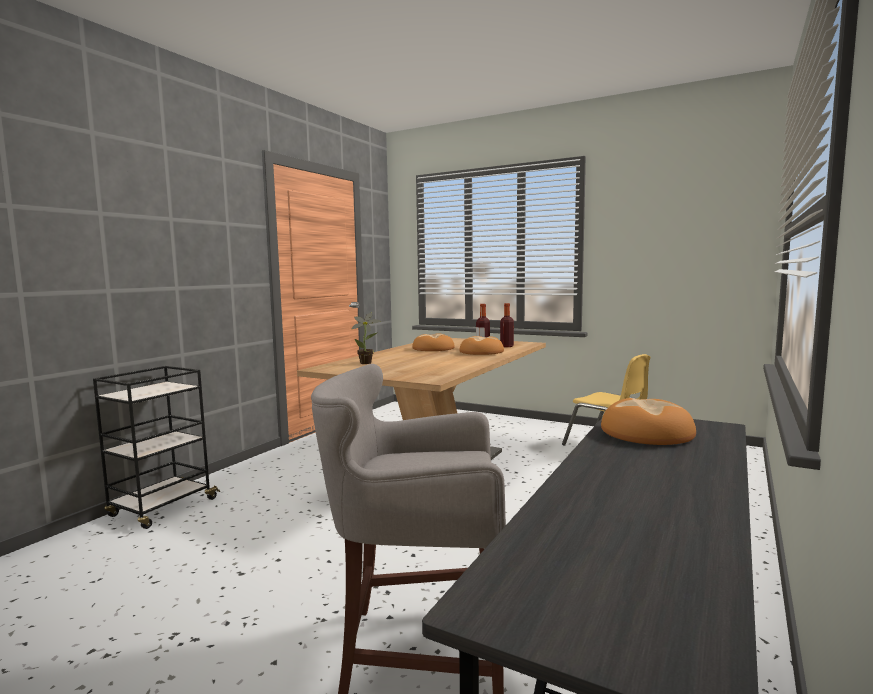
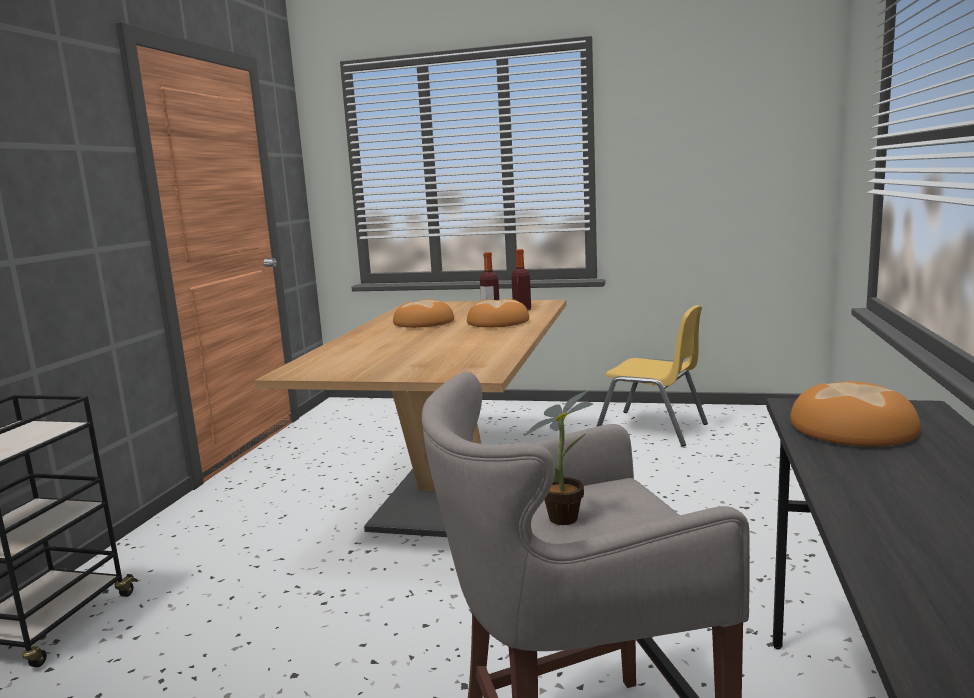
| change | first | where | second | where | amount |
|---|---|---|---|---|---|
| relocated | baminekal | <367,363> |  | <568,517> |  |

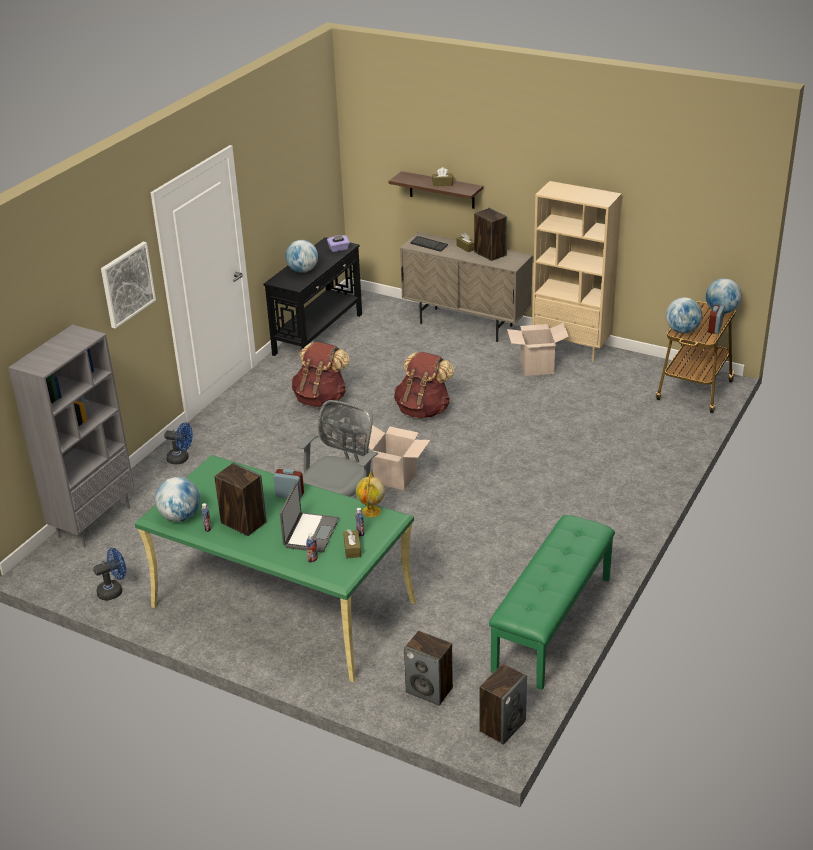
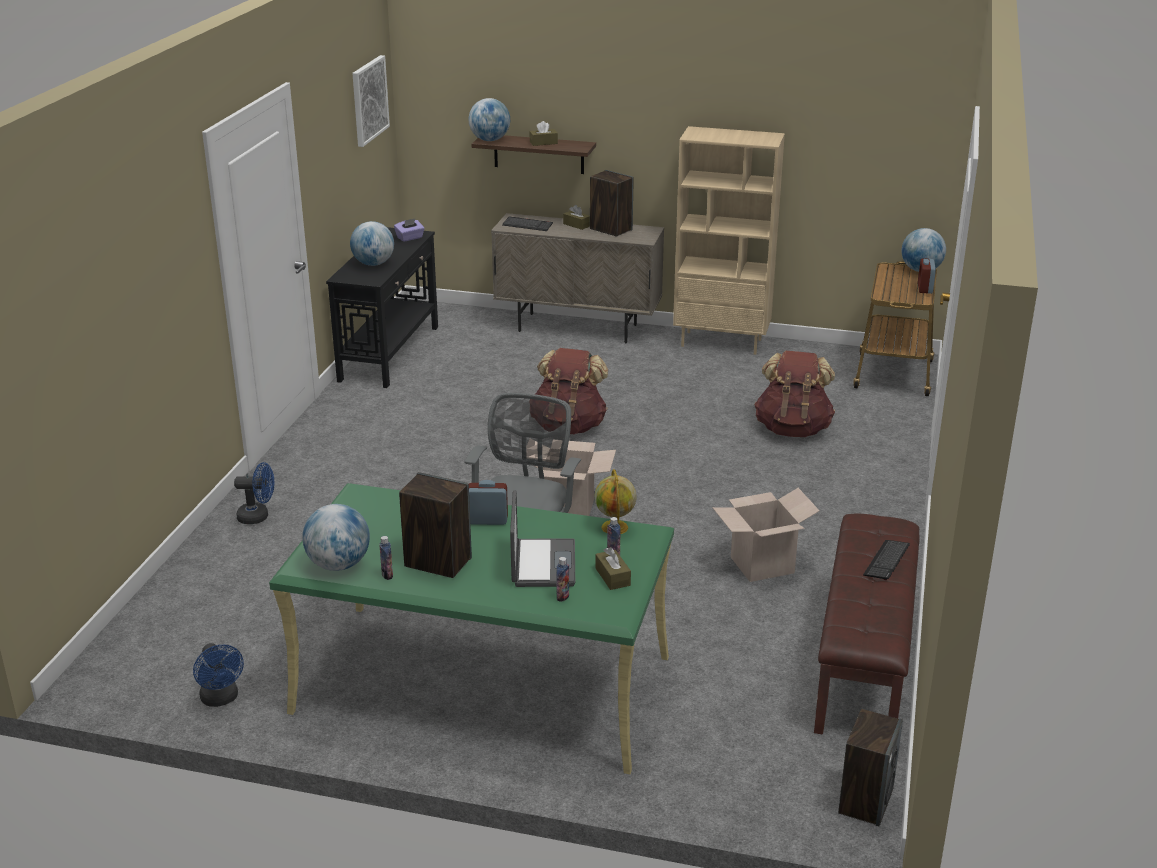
| change | first | where | second | where | amount |
|---|---|---|---|---|---|
| spun | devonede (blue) | <114,590> |  | <221,699> | 105 degrees clockwise |
| relocated | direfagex | <127,284> |  | <369,100> |  |
| relocated | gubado | <682,331> |  | <490,140> |  |
| relocated | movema | <536,367> |  | <762,565> |  |
| relocated | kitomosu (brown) | <321,399> |  | <793,429> |  |
| colour | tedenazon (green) | <553,624> | tedenazon (brown) | <865,660> |  |
| appeared |  |  | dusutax | <886,561> |  |
| missing | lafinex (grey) | <94,521> |  |  |  |
| missing | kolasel | <430,690> |  |  |  |

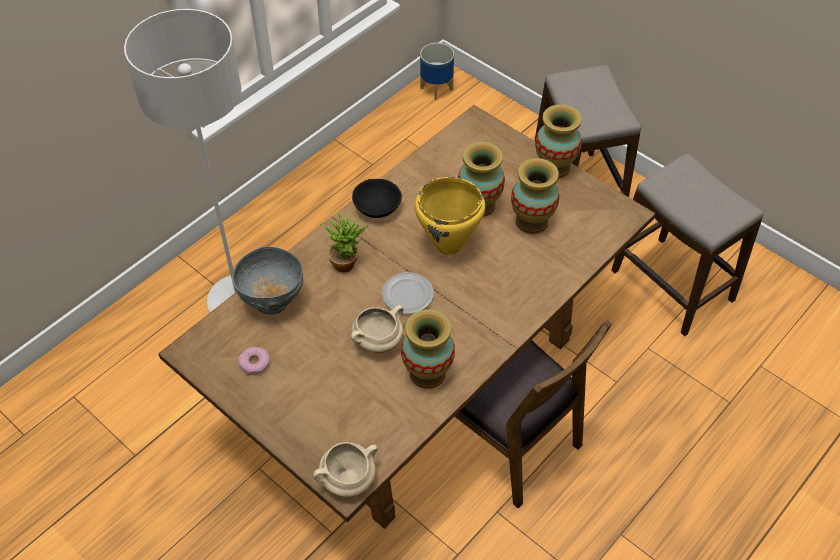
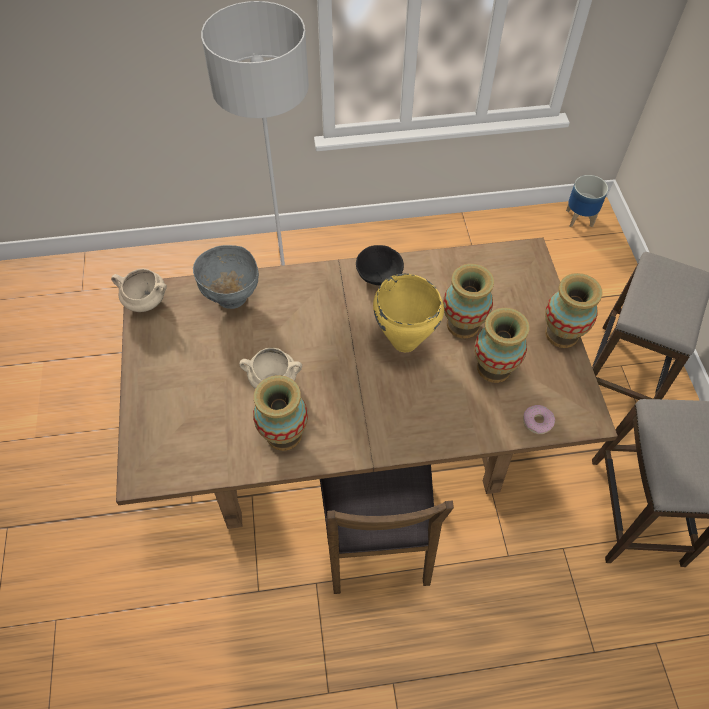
| change | first | where | second | where | amount |
|---|---|---|---|---|---|
| relocated | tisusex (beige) | <347,480> |  | <145,302> |  |
| relocated | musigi | <254,363> |  | <537,422> |  |
| missing | baminekal | <347,262> |  |  |  |
| missing | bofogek | <407,294> |  |  |  |

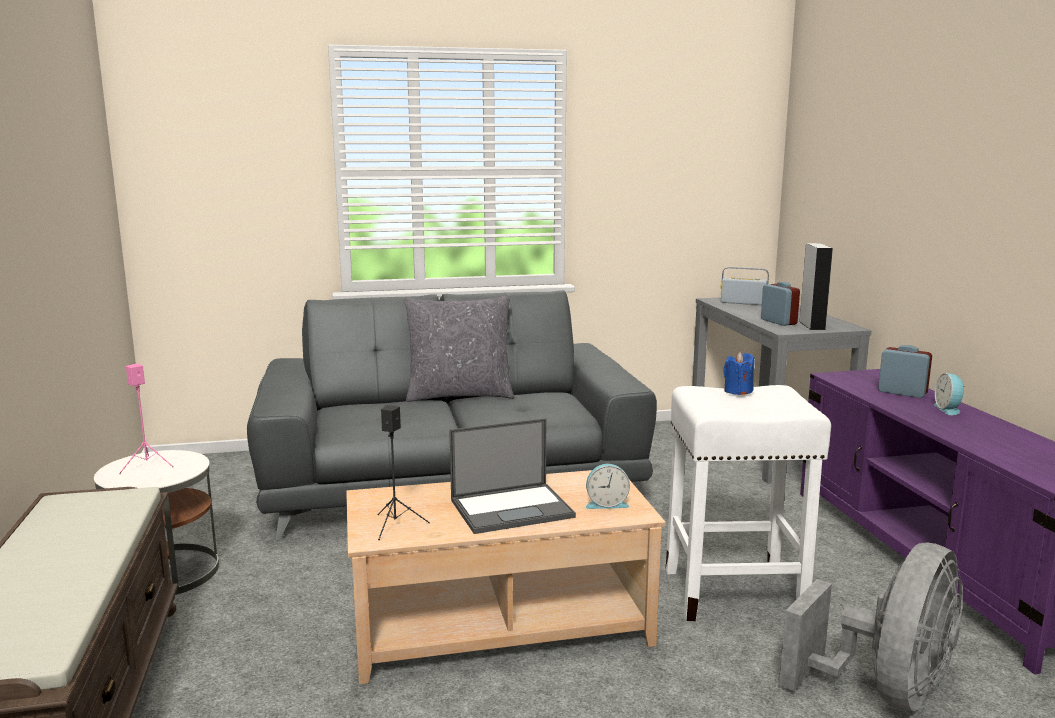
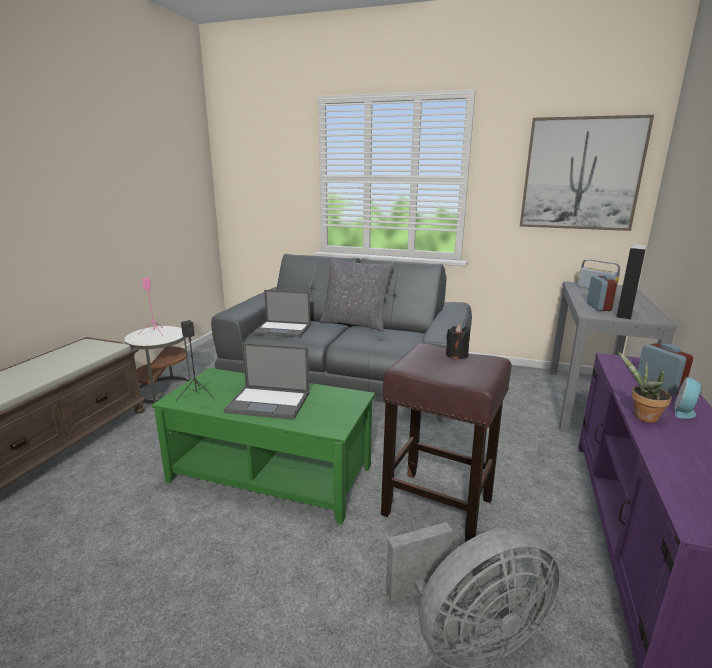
| change | first | where | second | where | amount |
|---|---|---|---|---|---|
| colour | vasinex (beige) | <500,623> | vasinex (green) | <272,472> |  |
| appeared |  |  | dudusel | <283,329> |  |
| colour | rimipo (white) | <736,593> | rimipo (brown) | <439,507> |  |
| colour | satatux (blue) | <738,391> | satatux (black) | <456,355> |  |
| appeared |  |  | direfagex | <581,174> |  |
| appeared |  |  | baminekal | <642,417> |  |
| missing | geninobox | <606,504> |  |  |  |

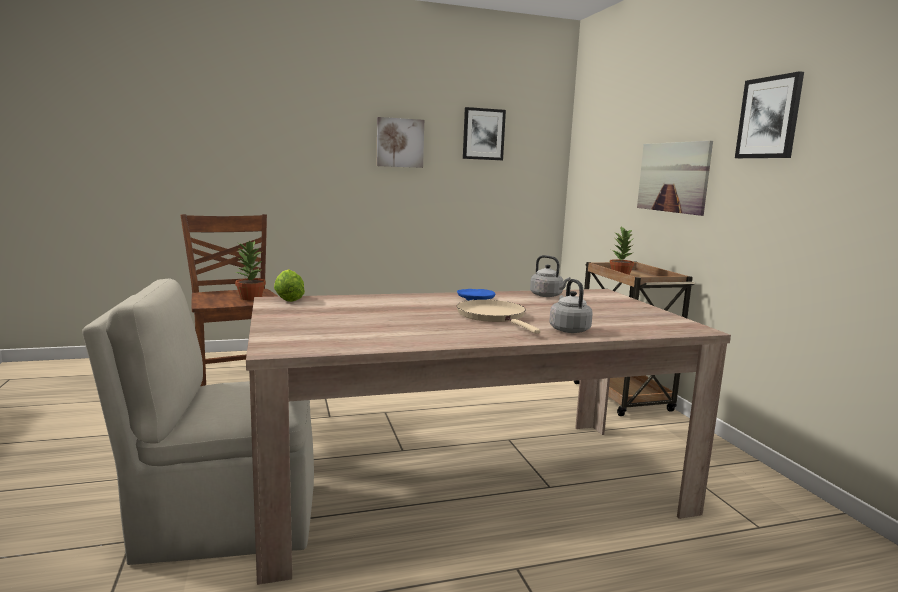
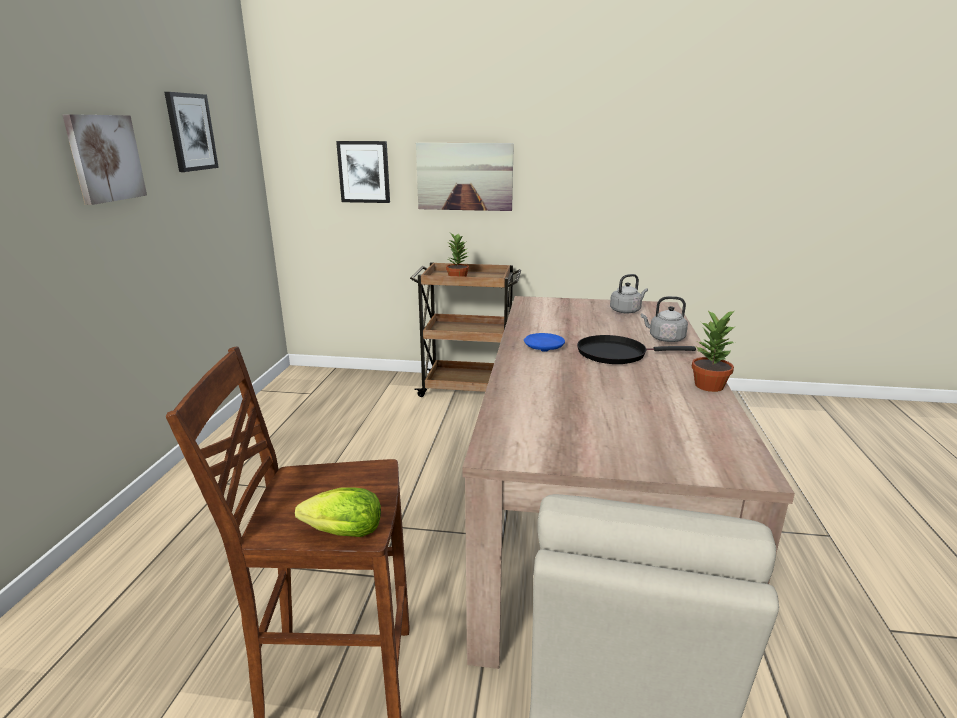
| change | first | where | second | where | amount |
|---|---|---|---|---|---|
| relocated | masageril | <288,299> |  | <339,533> |  |
| relocated | direfagex | <769,118> |  | <364,172> |  |
| colour | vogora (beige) | <493,316> | vogora (black) | <616,354> |  |
| relocated | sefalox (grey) | <547,295> |  | <626,311> |  |
| relocated | baminekal | <250,298> |  | <709,386> |  |

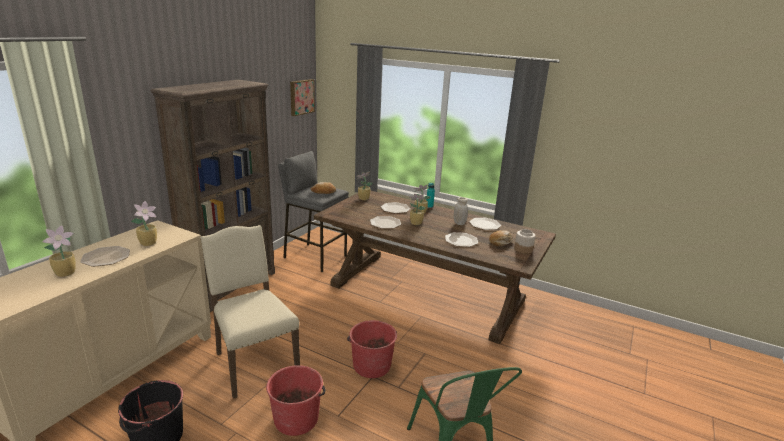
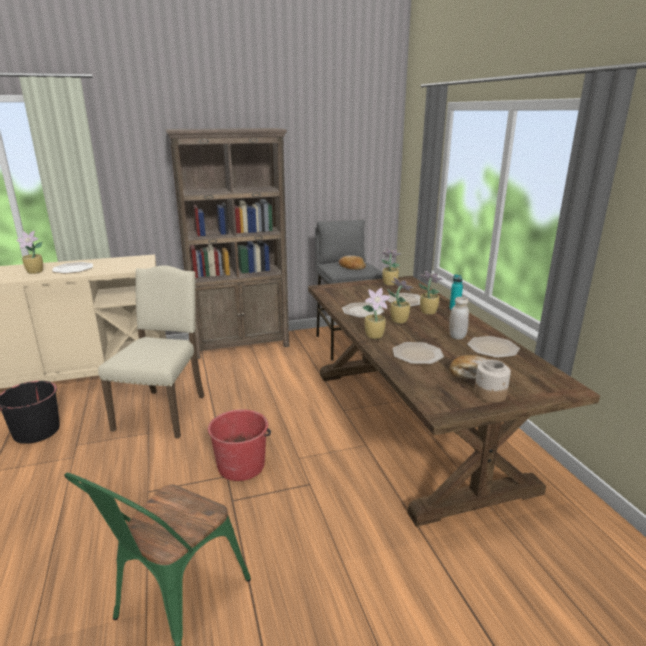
| change | first | where | second | where | amount |
|---|---|---|---|---|---|
| relocated | baminekal | <149,243> |  | <375,336> |  |
| missing | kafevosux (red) | <296,418> |  |  |  |
| missing | direfagex | <301,97> |  |  |  |

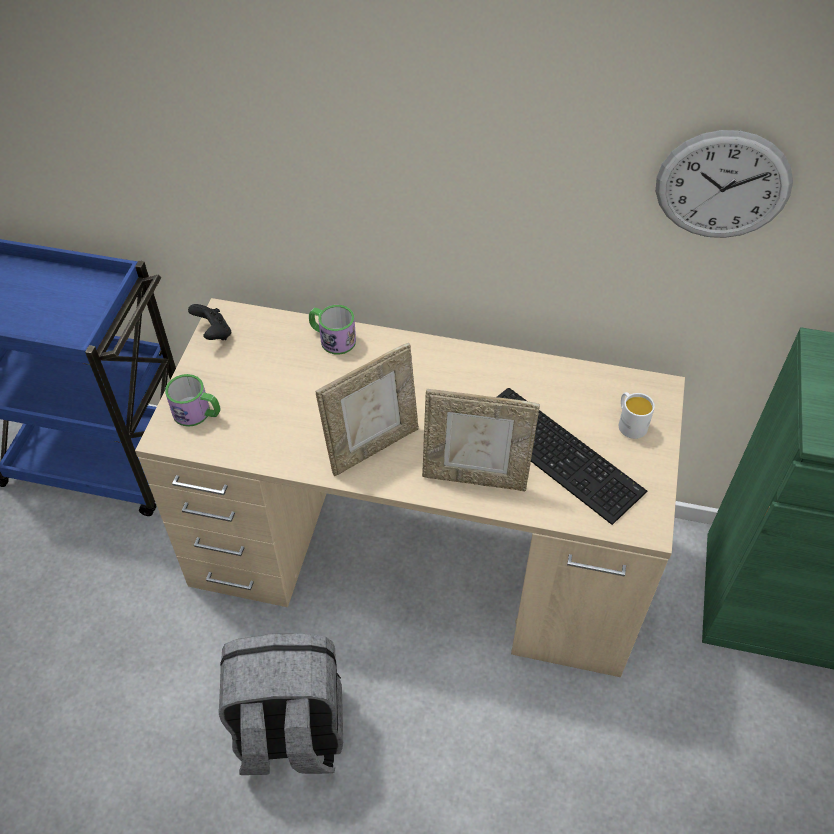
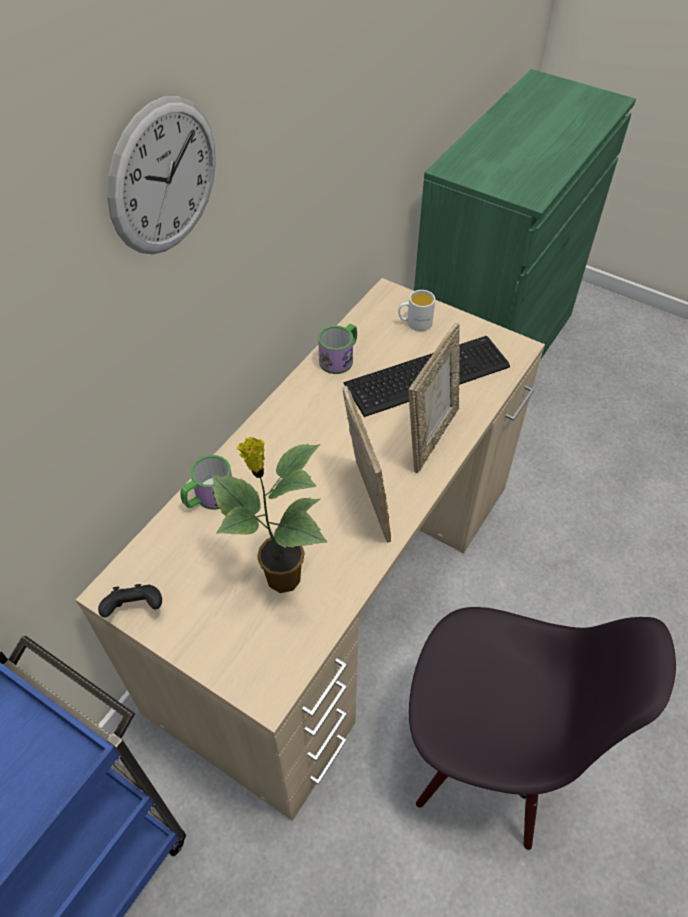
| change | first | where | second | where | amount |
|---|---|---|---|---|---|
| relocated | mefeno | <722,186> |  | <164,178> |  |
| appeared |  |  | baminekal | <280,578> |  |
| relocated | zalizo | <197,413> |  | <340,358> |  |
| exchanged | kitomosu (grey) | <289,733> | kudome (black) | <487,756> |  |

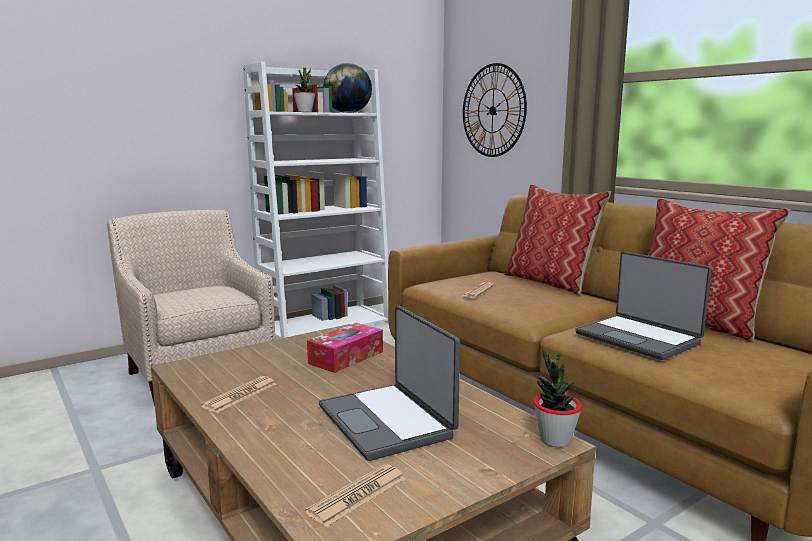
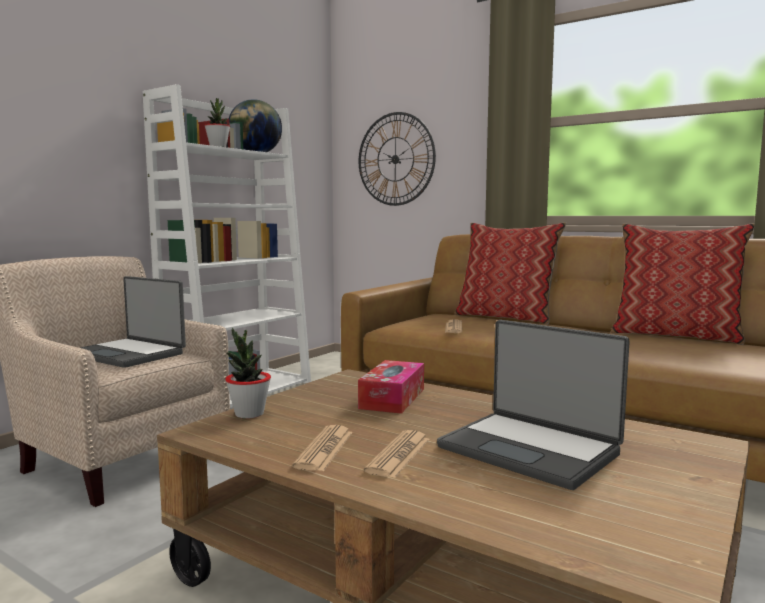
| change | first | where | second | where | amount |
|---|---|---|---|---|---|
| relocated | dudusel | <639,338> |  | <129,354> |  |
| relocated | baminekal | <555,440> |  | <249,414> |  |
| relocated | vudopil | <357,495> |  | <399,455> |  |

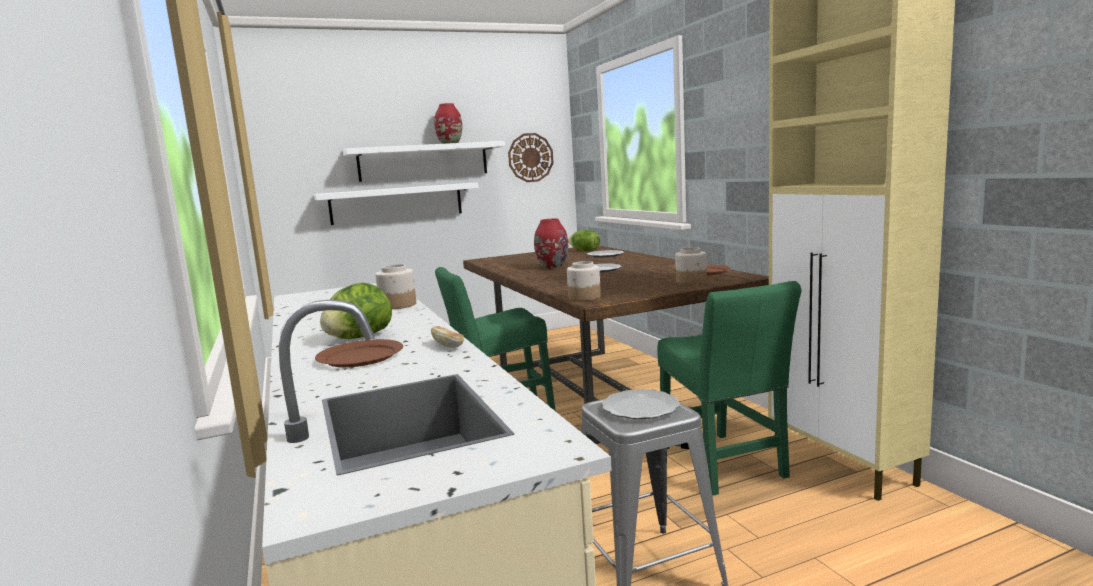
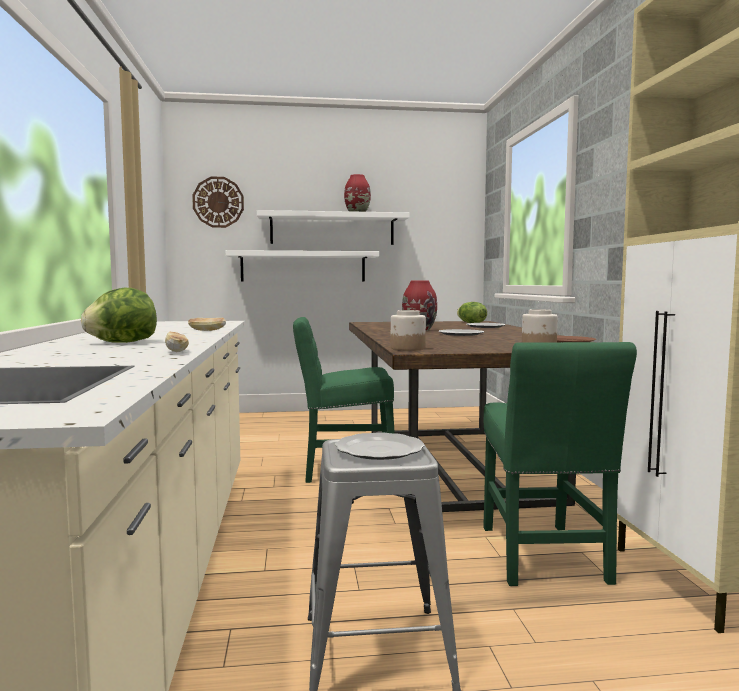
| change | first | where | second | where | amount |
|---|---|---|---|---|---|
| exchanged | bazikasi | <398,305> | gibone | <207,330> |  |
| relocated | mefeno | <530,157> |  | <218,202> |  |
| missing | bofogek (brown) | <359,357> |  |  |  |

